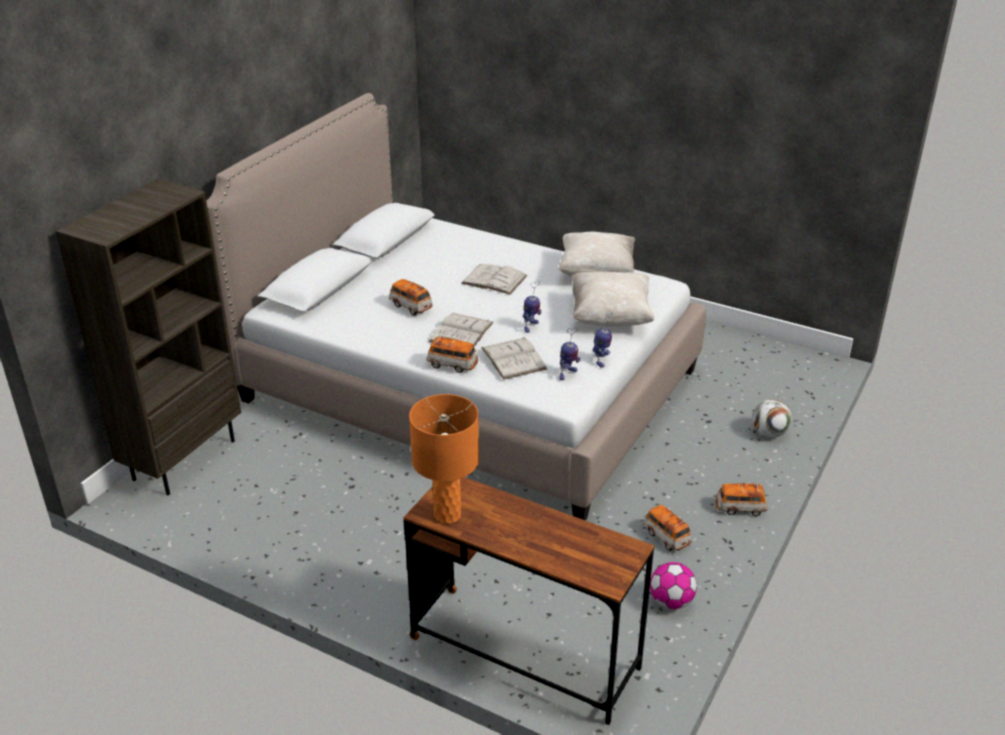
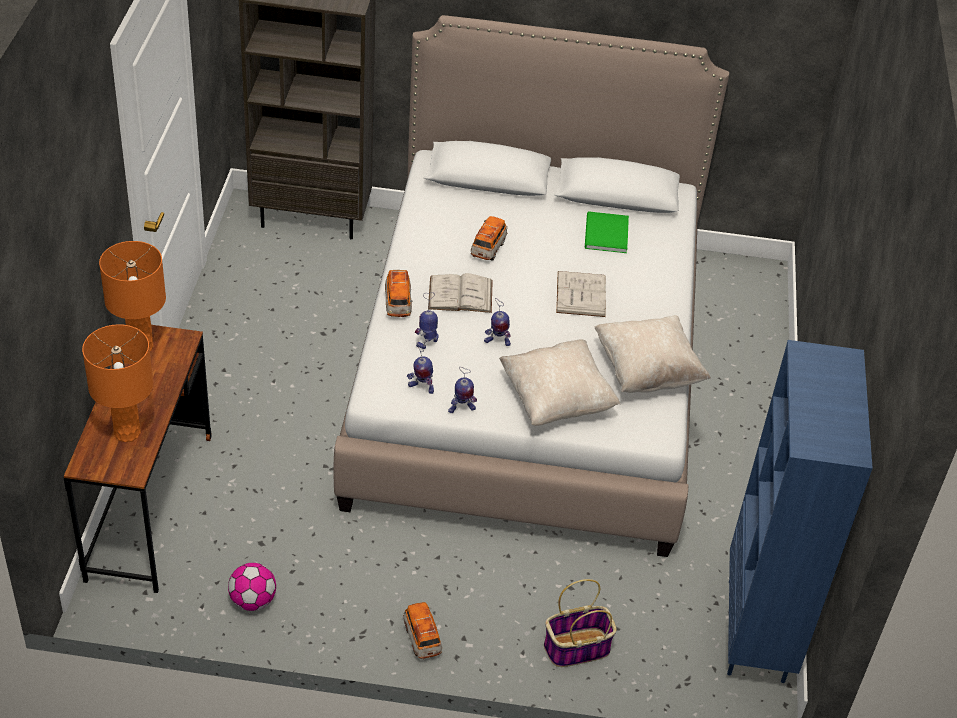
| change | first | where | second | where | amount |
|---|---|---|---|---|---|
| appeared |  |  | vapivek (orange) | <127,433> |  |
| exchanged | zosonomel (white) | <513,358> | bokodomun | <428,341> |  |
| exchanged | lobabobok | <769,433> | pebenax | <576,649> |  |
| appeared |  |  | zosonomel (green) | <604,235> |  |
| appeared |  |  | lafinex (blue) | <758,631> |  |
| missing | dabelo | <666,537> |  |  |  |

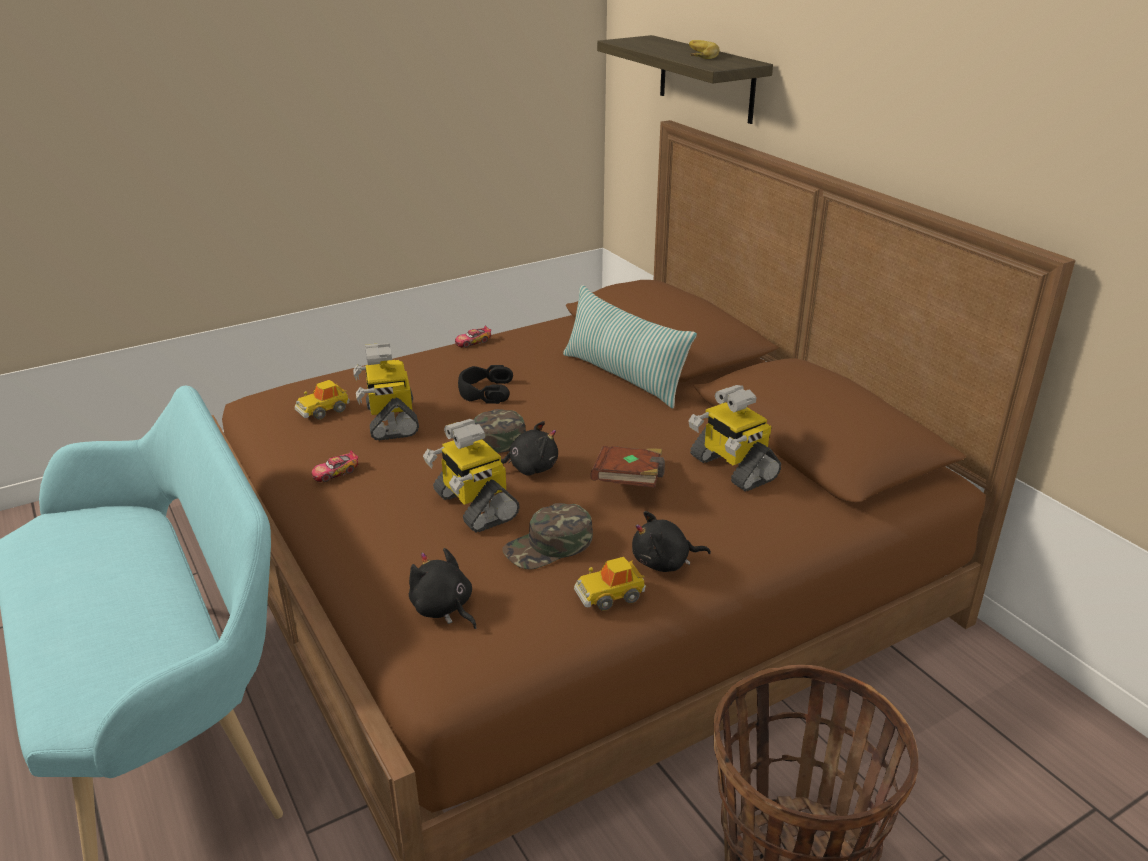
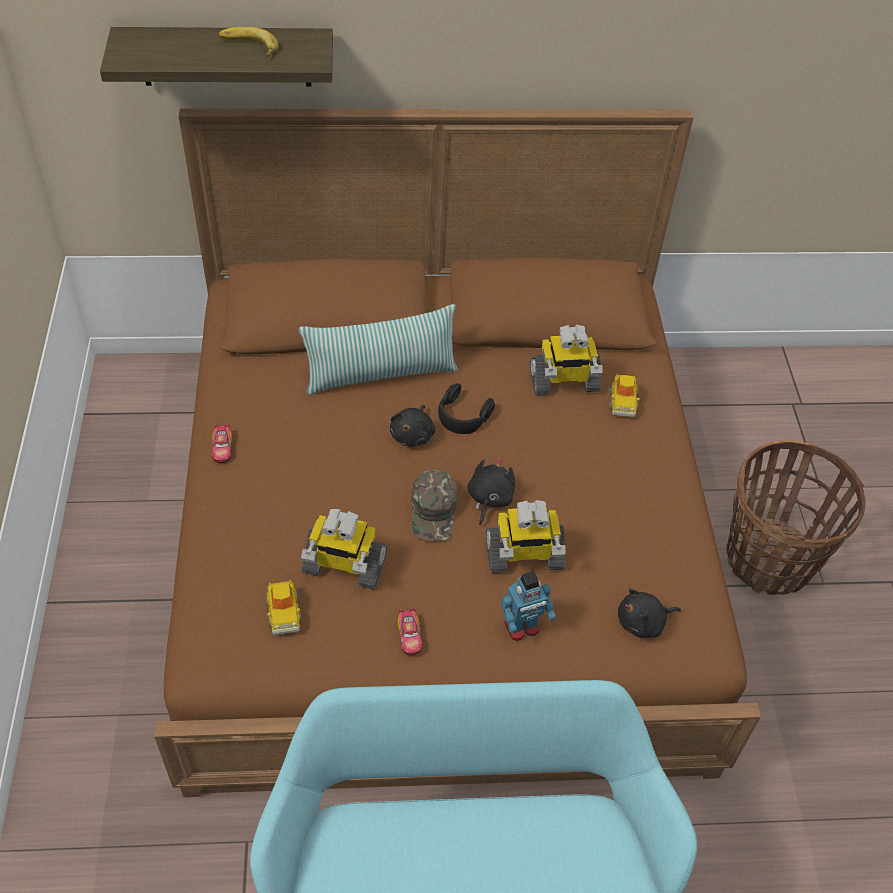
| change | first | where | second | where | amount |
|---|---|---|---|---|---|
| relocated | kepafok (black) | <664,562> |  | <413,434> |  |
| relocated | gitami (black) | <485,391> |  | <463,415> |  |
| appeared |  |  | bokodomun | <522,627> |  |
| relocated | dabelo | <610,595> |  | <622,402> |  |
| missing | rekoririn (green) | <549,546> |  |  |  |
| missing | zosonomel (brown) | <629,483> |  |  |  |

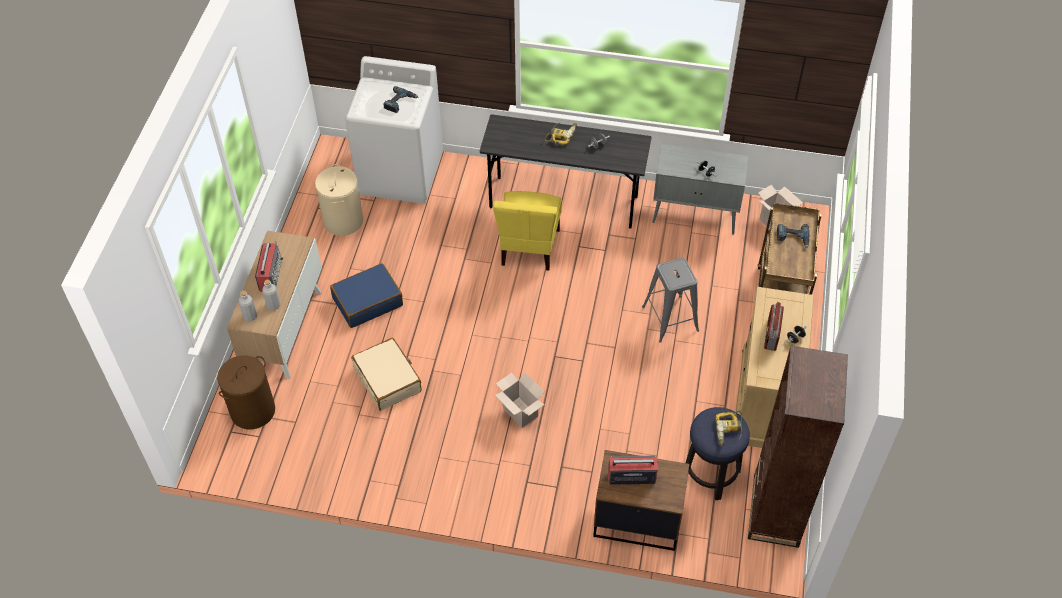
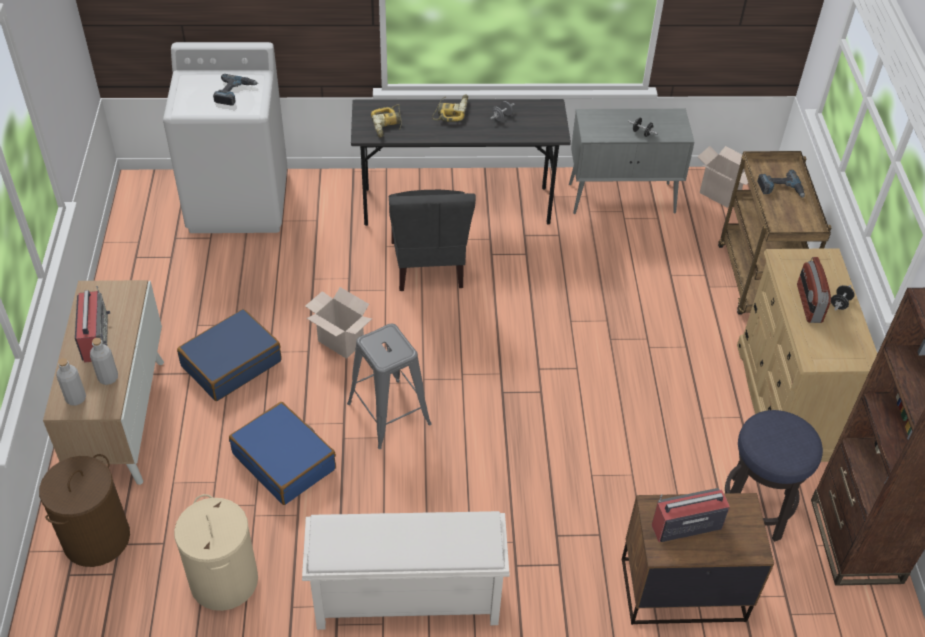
| change | first | where | second | where | amount |
|---|---|---|---|---|---|
| relocated | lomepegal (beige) | <343,220> |  | <224,580> |  |
| colour | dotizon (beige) | <388,380> | dotizon (blue) | <284,461> |  |
| appeared |  |  | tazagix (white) | <405,600> |  |
| relocated | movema | <519,412> |  | <339,342> |  |
| relocated | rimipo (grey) | <670,318> |  | <388,413> |  |
| relocated | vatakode | <729,430> |  | <388,125> |  |
| colour | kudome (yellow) | <529,247> | kudome (grey) | <429,265> |  |

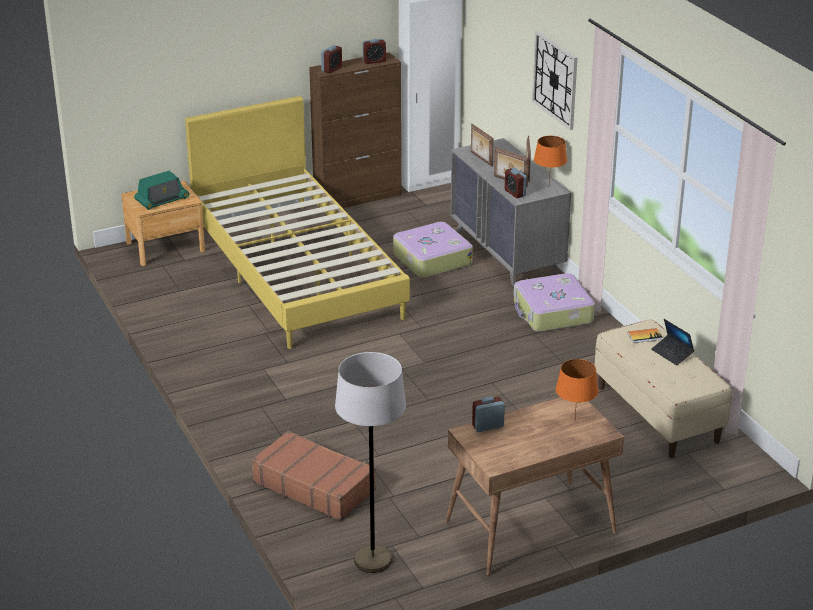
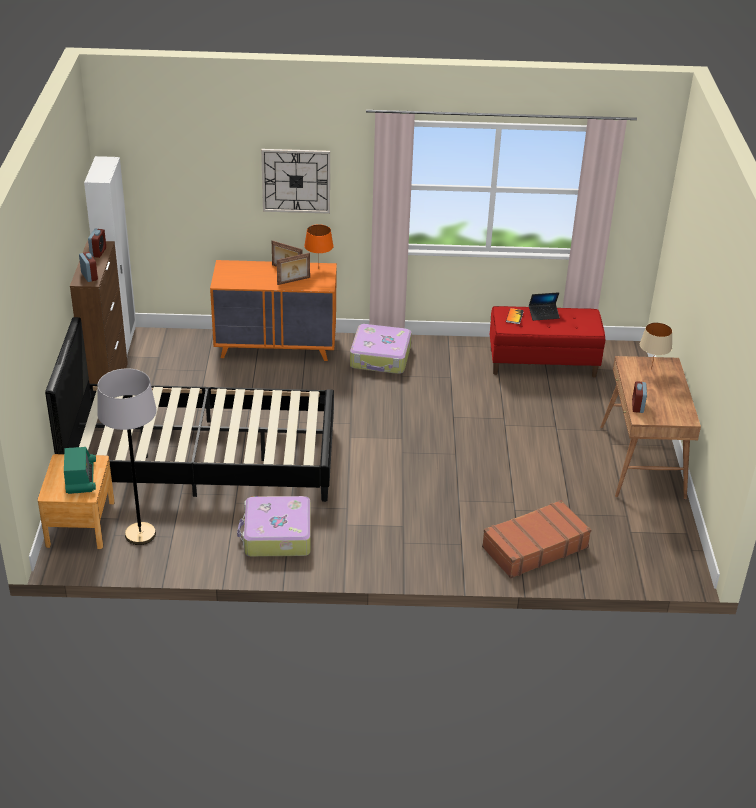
| change | first | where | second | where | amount |
|---|---|---|---|---|---|
| colour | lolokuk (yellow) | <296,271> | lolokuk (black) | <202,459> |  |
| relocated | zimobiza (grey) | <372,560> |  | <140,534> |  |
| colour | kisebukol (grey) | <507,254> | kisebukol (orange) | <276,347> |  |
| relocated | dotizon | <431,259> |  | <276,535> |  |
| colour | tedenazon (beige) | <658,414> | tedenazon (red) | <542,363> |  |
| colour | vapivek (orange) | <574,422> | vapivek (beige) | <651,370> |  |
| missing | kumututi | <480,159> |  |  |  |
| missing | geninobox | <515,193> |  |  |  |

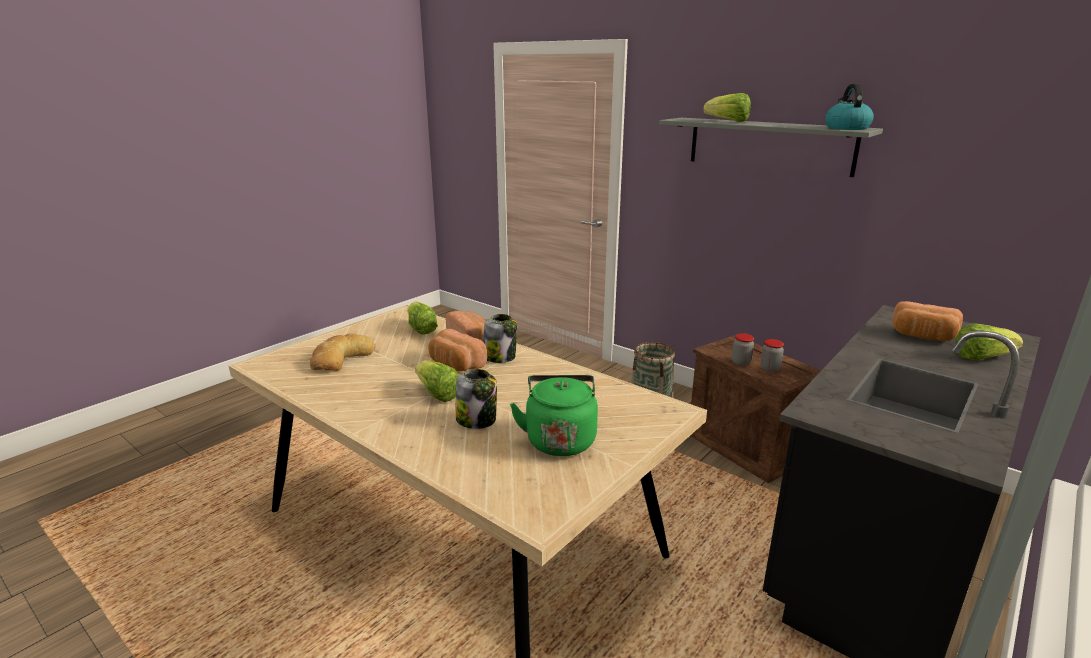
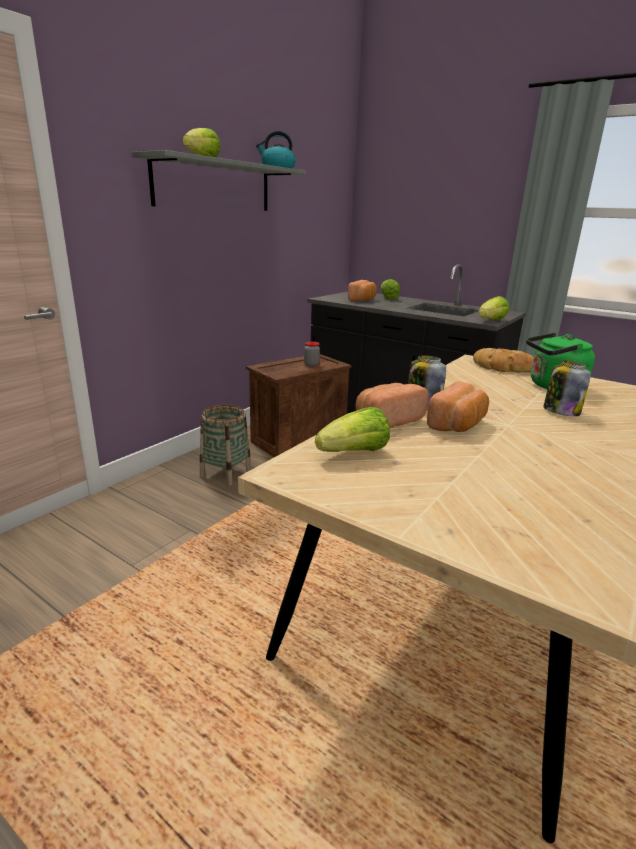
| change | first | where | second | where | amount |
|---|---|---|---|---|---|
| relocated | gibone | <340,358> |  | <503,367> |  |
| relocated | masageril | <437,394> |  | <491,320> |  |
| missing | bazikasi | <741,362> |  |  |  |

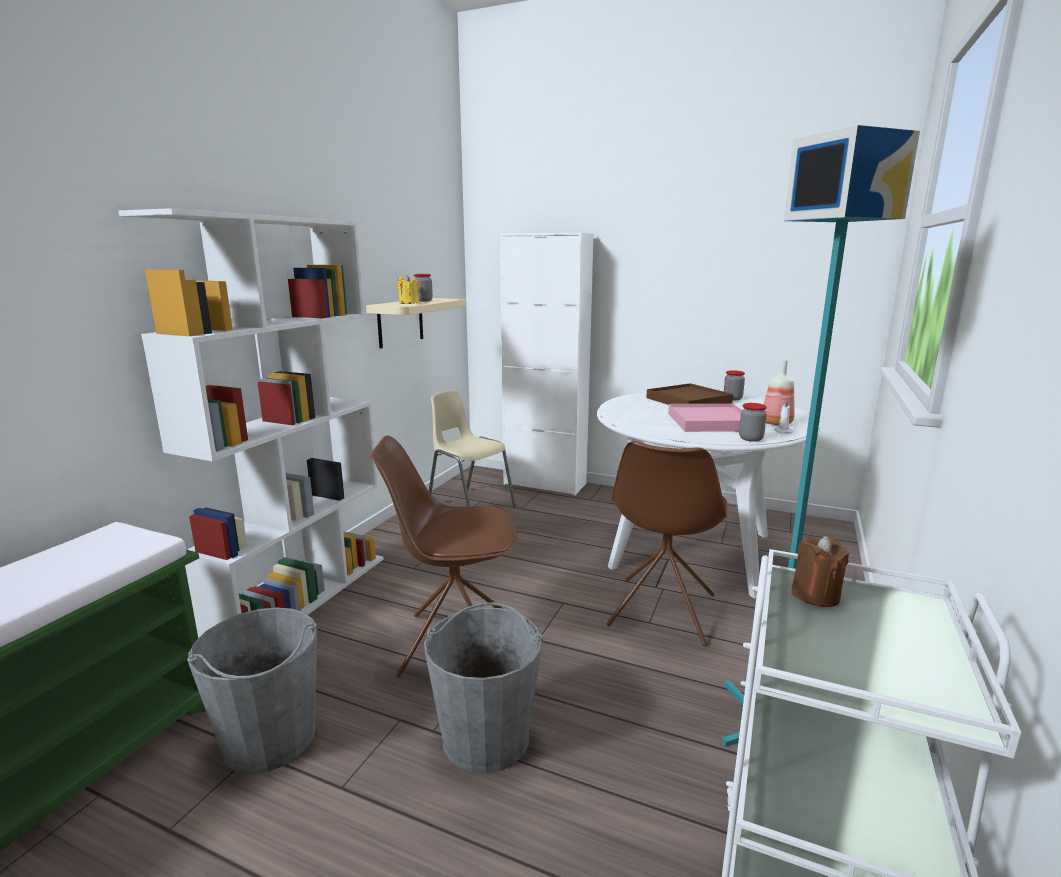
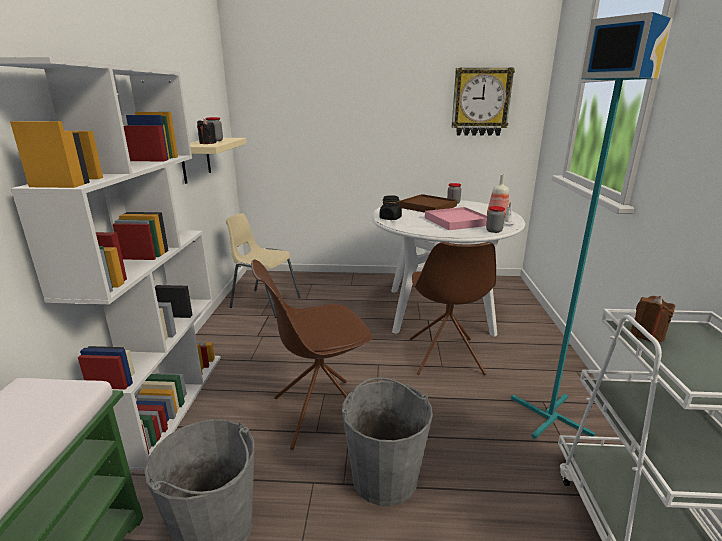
| change | first | where | second | where | amount |
|---|---|---|---|---|---|
| colour | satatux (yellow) | <408,303> | satatux (black) | <207,143> |  |
| appeared |  |  | bazikasi (black) | <390,218> |  |
| appeared |  |  | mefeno | <480,102> |  |
| missing | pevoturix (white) | <544,483> |  |  |  |

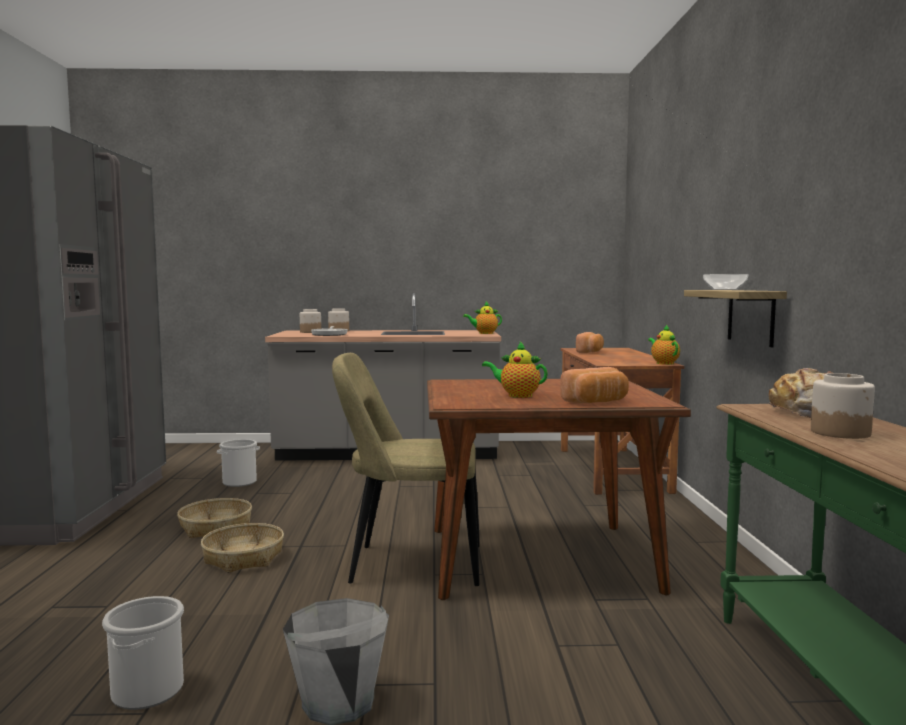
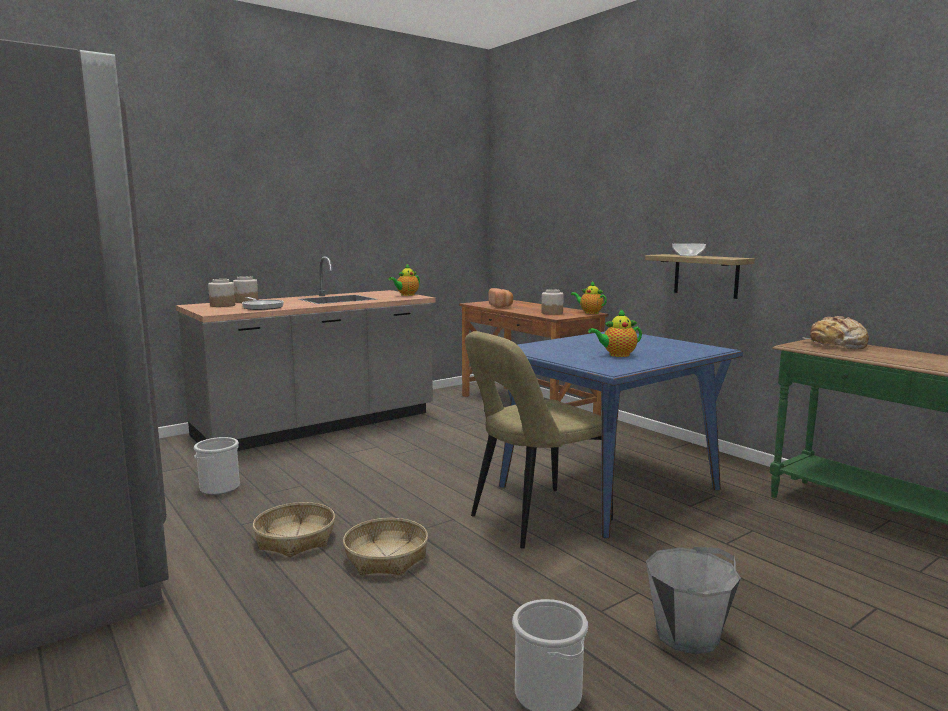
| change | first | where | second | where | amount |
|---|---|---|---|---|---|
| colour | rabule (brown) | <540,559> | rabule (blue) | <609,487> |  |
| relocated | bazikasi | <840,432> |  | <552,313> |  |
| missing | gibone | <597,402> |  |  |  |

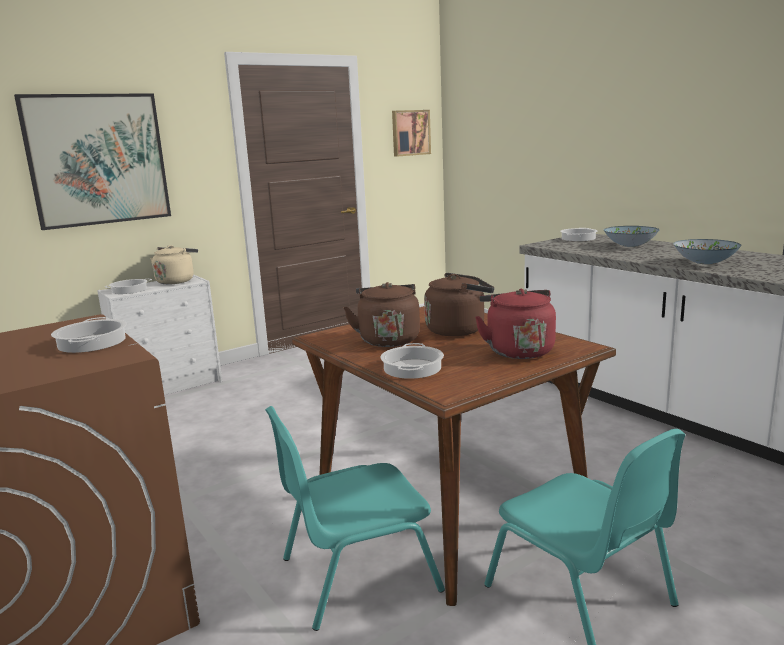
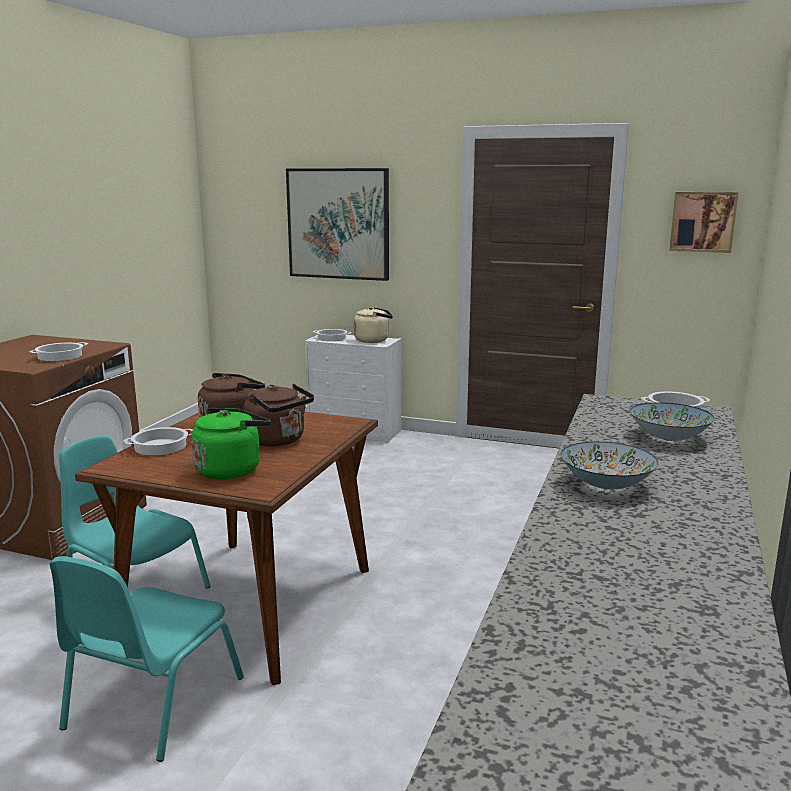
| change | first | where | second | where | amount |
|---|---|---|---|---|---|
| colour | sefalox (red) | <517,350> | sefalox (green) | <231,469> |  |

